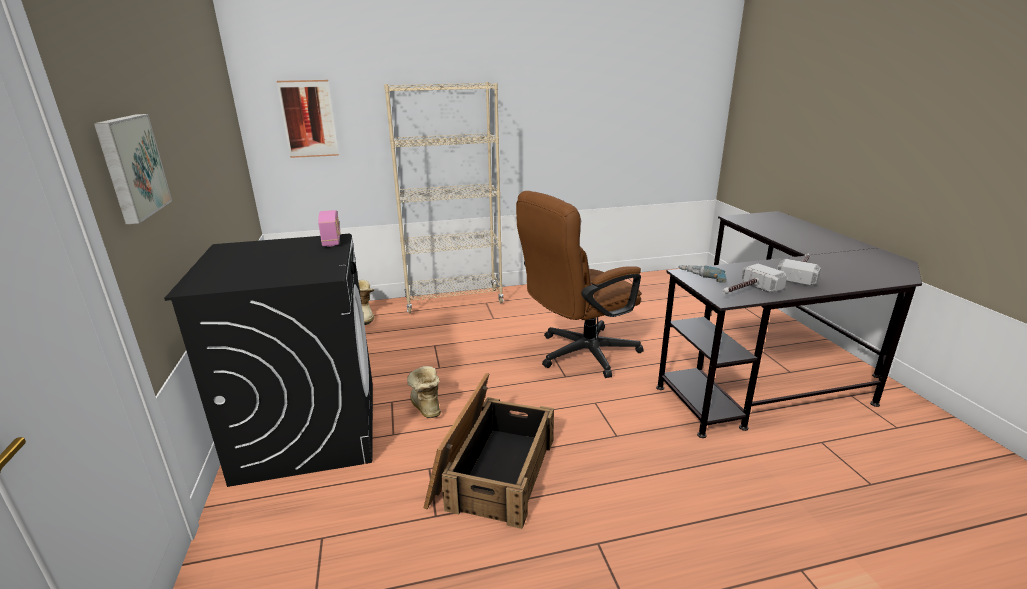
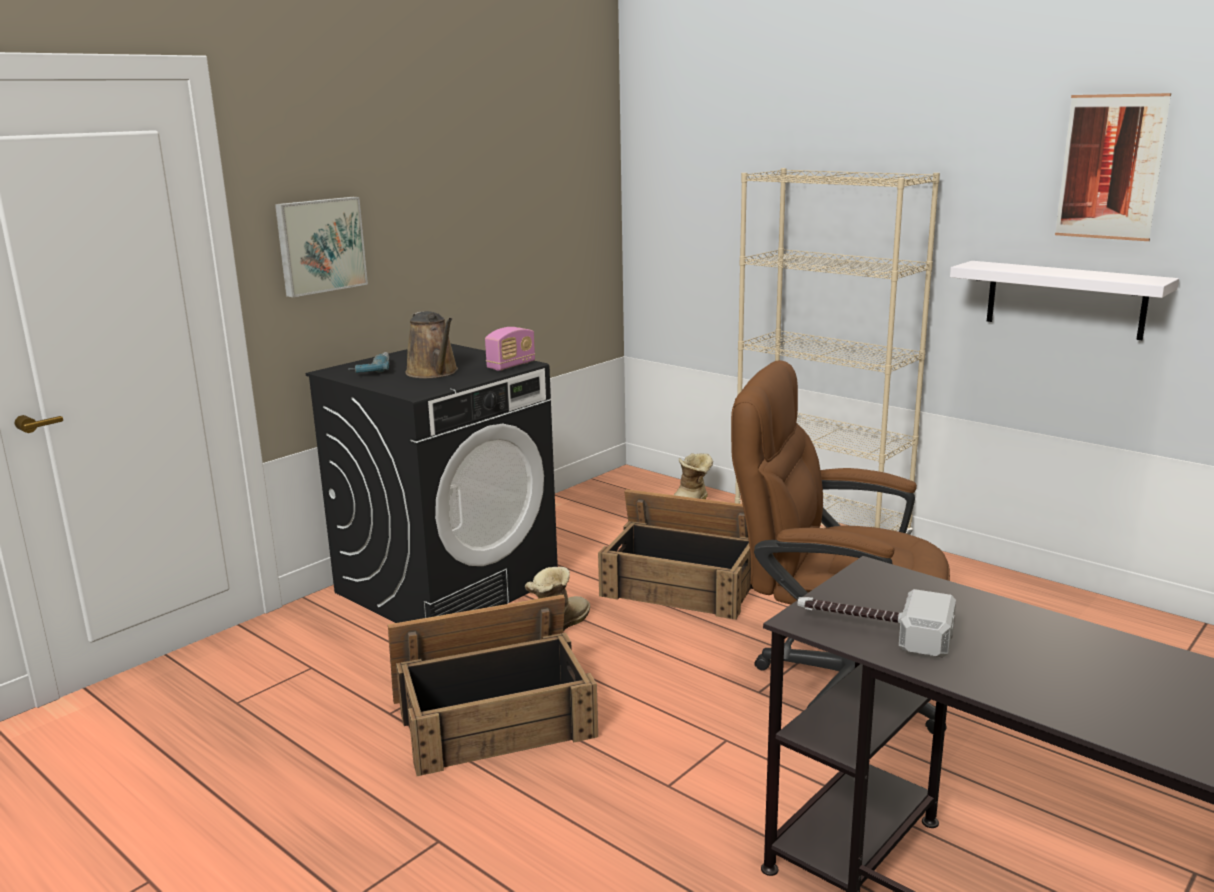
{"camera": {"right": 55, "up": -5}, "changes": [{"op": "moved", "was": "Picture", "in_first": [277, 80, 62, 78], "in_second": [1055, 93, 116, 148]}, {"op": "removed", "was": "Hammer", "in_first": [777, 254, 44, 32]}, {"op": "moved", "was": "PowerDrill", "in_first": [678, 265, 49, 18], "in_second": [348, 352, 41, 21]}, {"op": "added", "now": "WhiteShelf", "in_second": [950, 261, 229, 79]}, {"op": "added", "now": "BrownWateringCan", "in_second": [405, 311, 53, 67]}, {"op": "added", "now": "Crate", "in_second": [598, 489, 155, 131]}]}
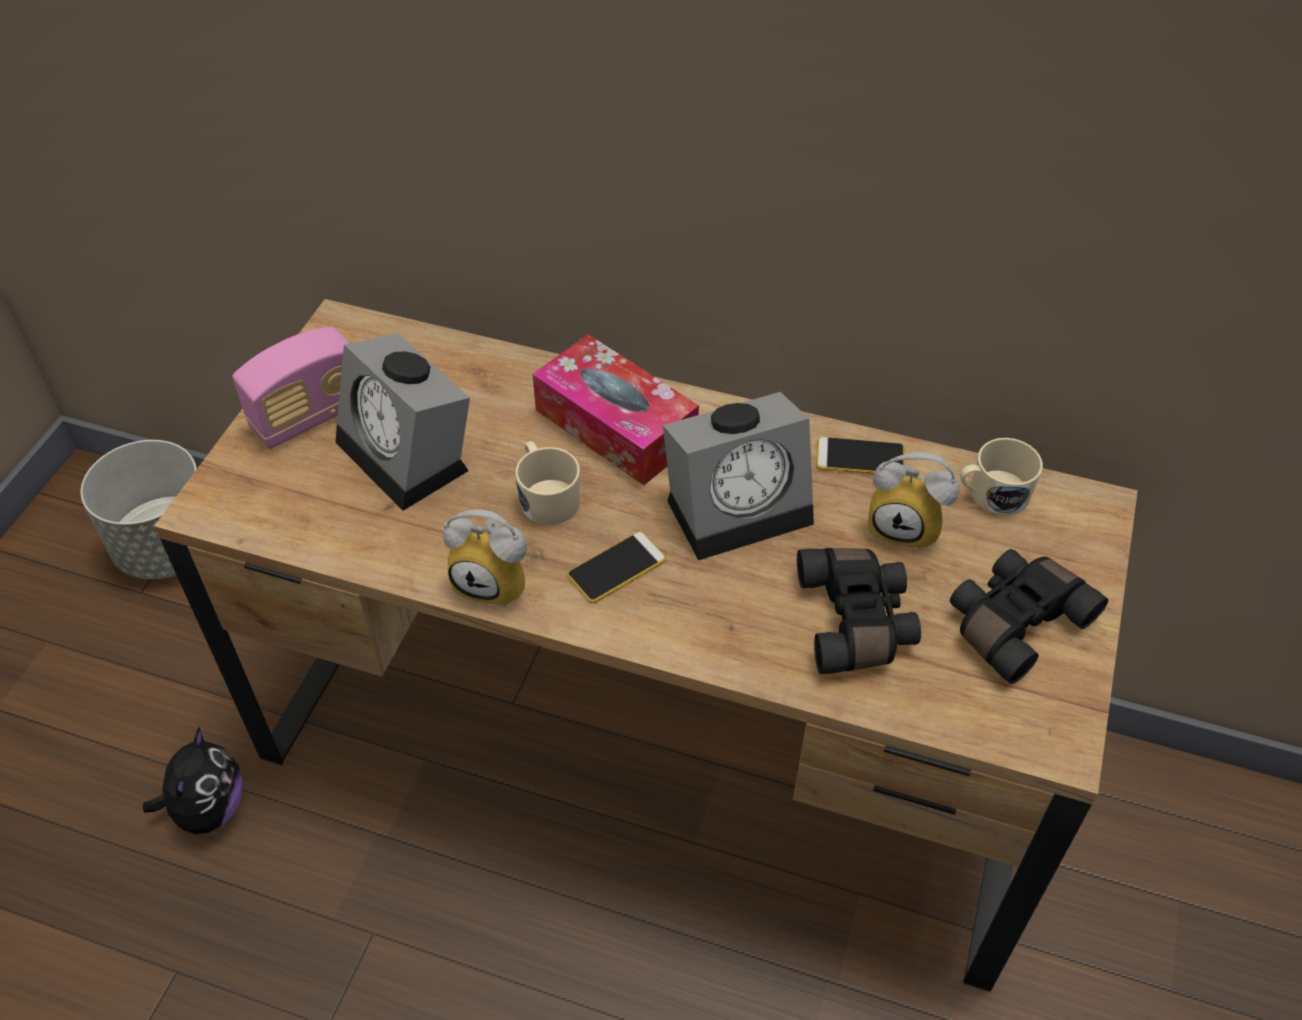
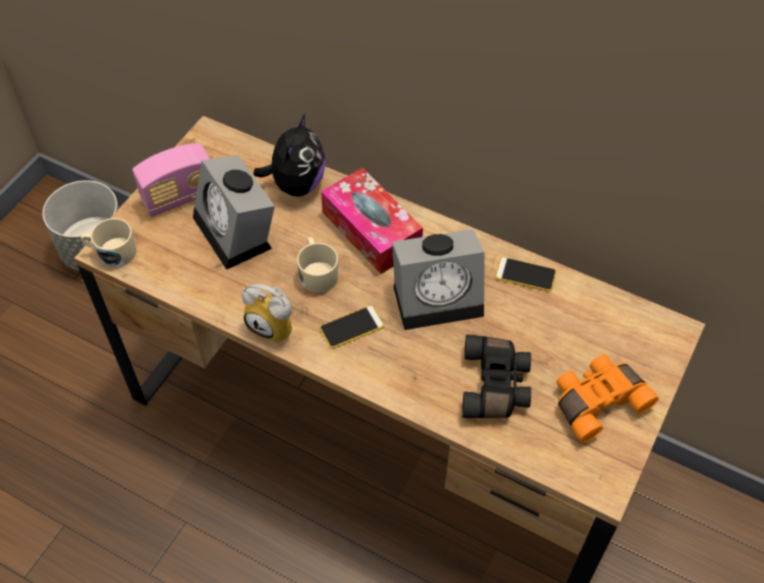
{"camera": {"right": 10, "up": 5}, "changes": [{"op": "moved", "was": "BeigeMug", "in_first": [960, 438, 83, 77], "in_second": [81, 218, 55, 49]}, {"op": "removed", "was": "AlarmClock", "in_first": [868, 452, 92, 99]}, {"op": "recoloured", "was": "BlackBinoculars", "now": "OrangeBinoculars", "in_first": [950, 549, 158, 135], "in_second": [557, 354, 102, 89]}, {"op": "moved", "was": "PlushToy", "in_first": [143, 727, 100, 107], "in_second": [253, 114, 73, 82]}]}
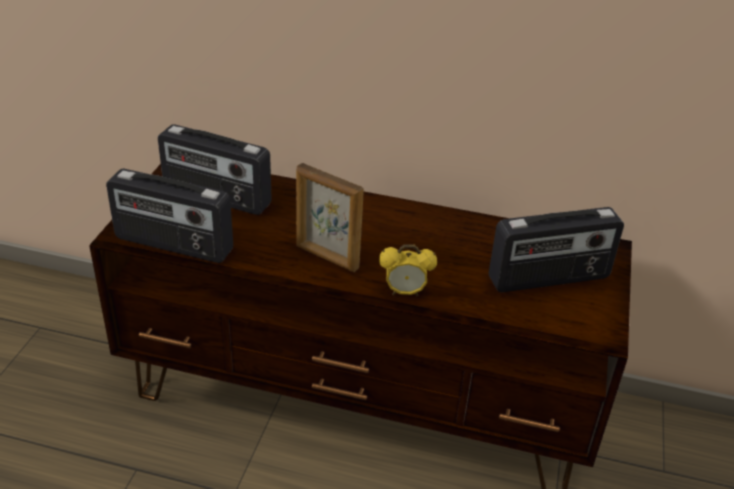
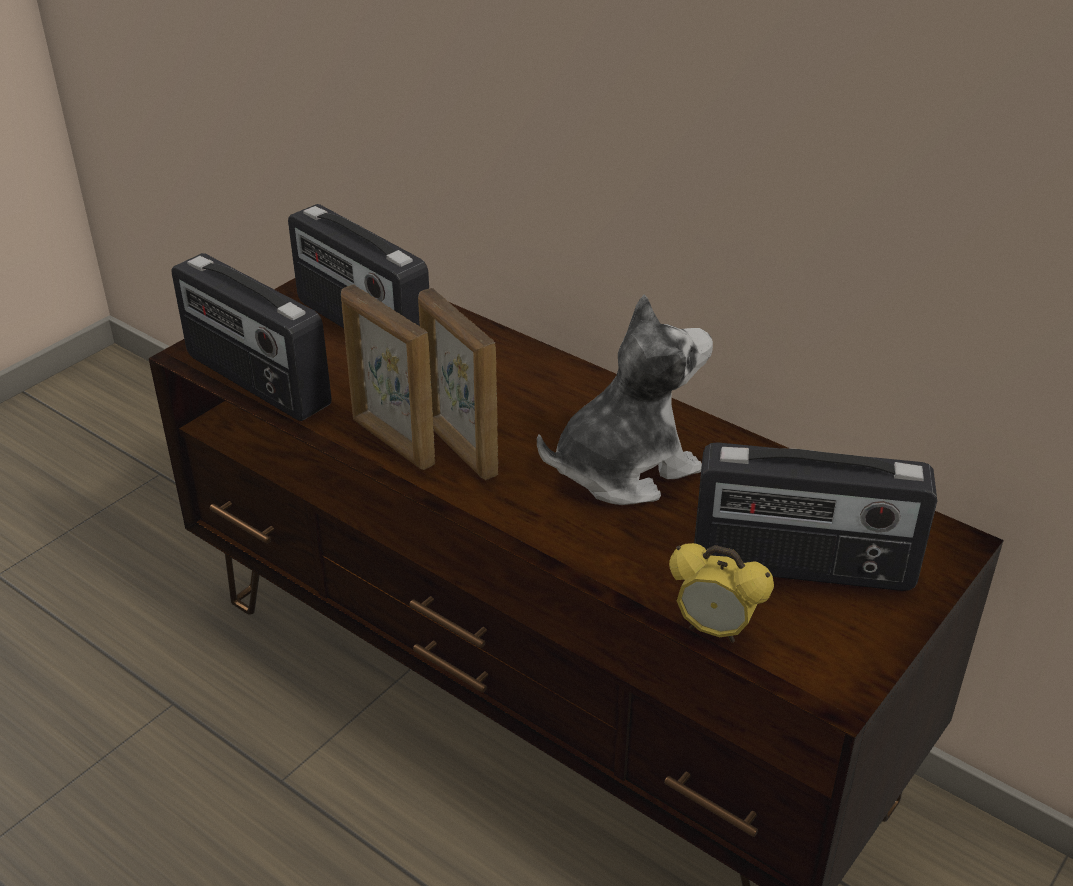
{"camera": {"right": 25, "up": 0}, "changes": [{"op": "moved", "was": "AlarmClock", "in_first": [379, 245, 58, 51], "in_second": [669, 543, 105, 100]}, {"op": "added", "now": "PictureFrame", "in_second": [341, 285, 94, 185]}, {"op": "added", "now": "PlushToy", "in_second": [537, 294, 176, 211]}]}
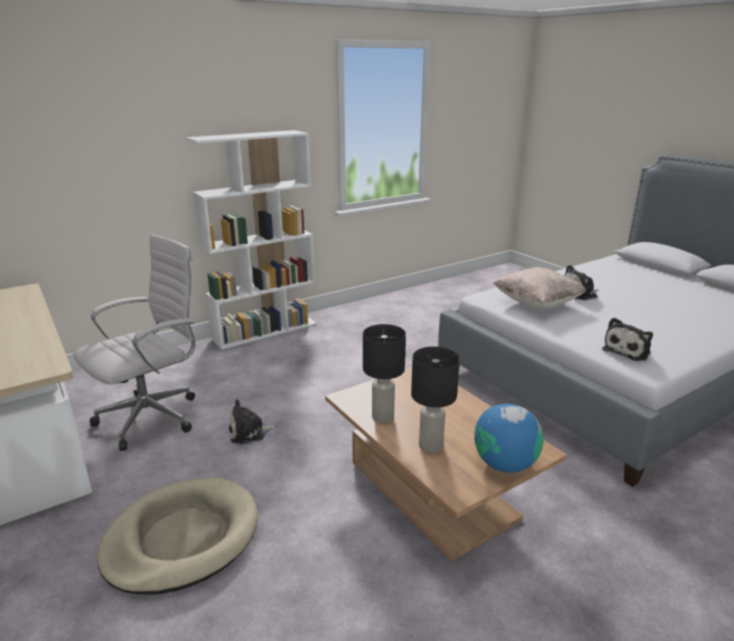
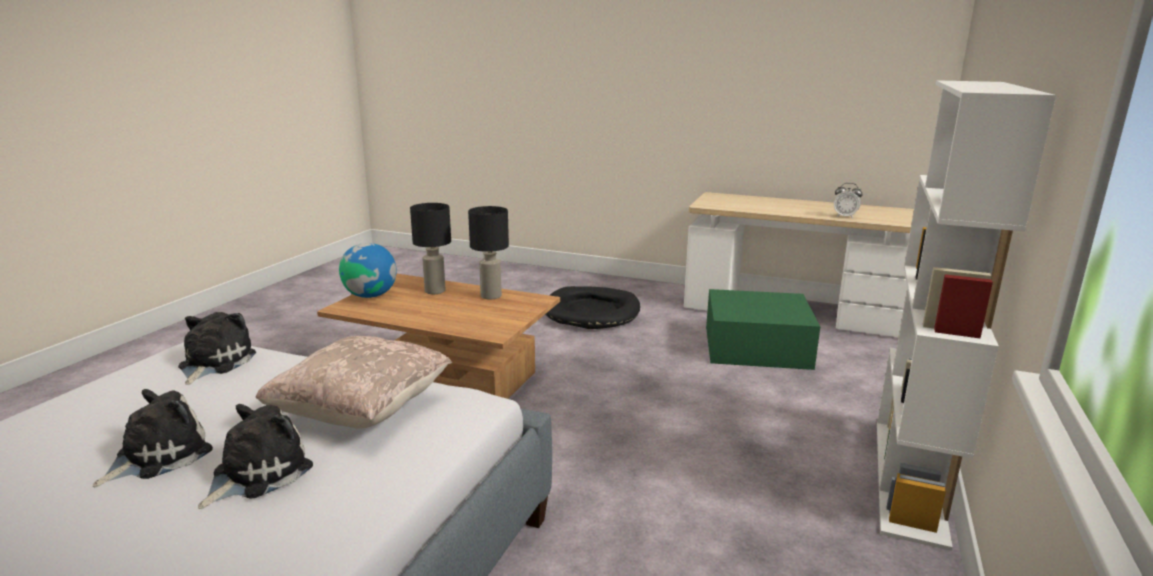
{"camera": {"right": 145, "up": -5}, "changes": [{"op": "replaced", "was": "WhiteOfficeChair", "now": "GreenStorageBox", "in_first": [73, 234, 122, 217], "in_second": [706, 289, 114, 81]}, {"op": "moved", "was": "PlushToy", "in_first": [229, 399, 49, 46], "in_second": [92, 389, 121, 98]}, {"op": "recoloured", "was": "BeigeDogBed", "now": "BlackDogBed", "in_first": [97, 477, 161, 117], "in_second": [546, 286, 94, 43]}, {"op": "added", "now": "AlarmClock", "in_second": [834, 183, 28, 36]}]}
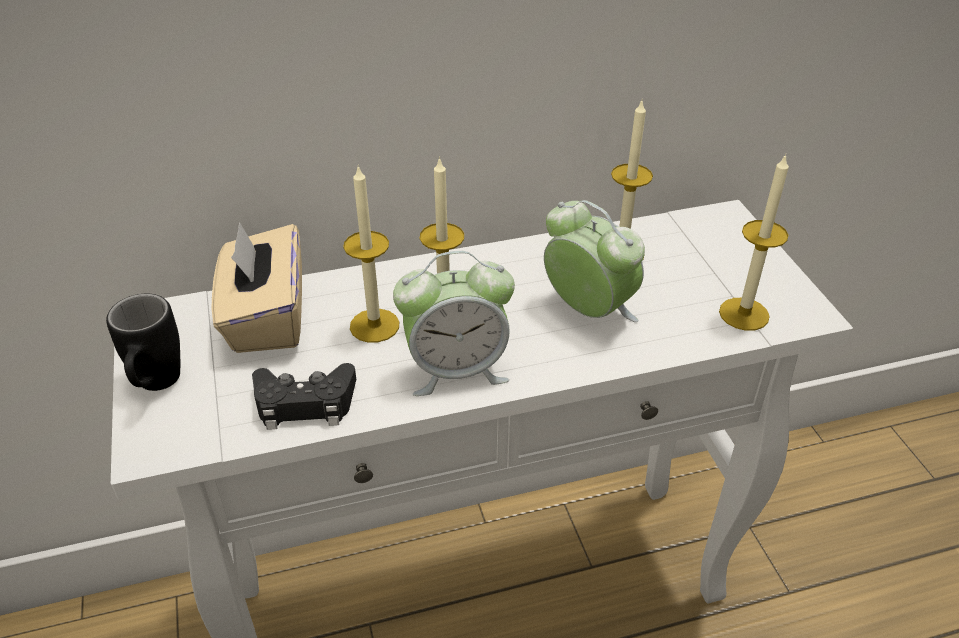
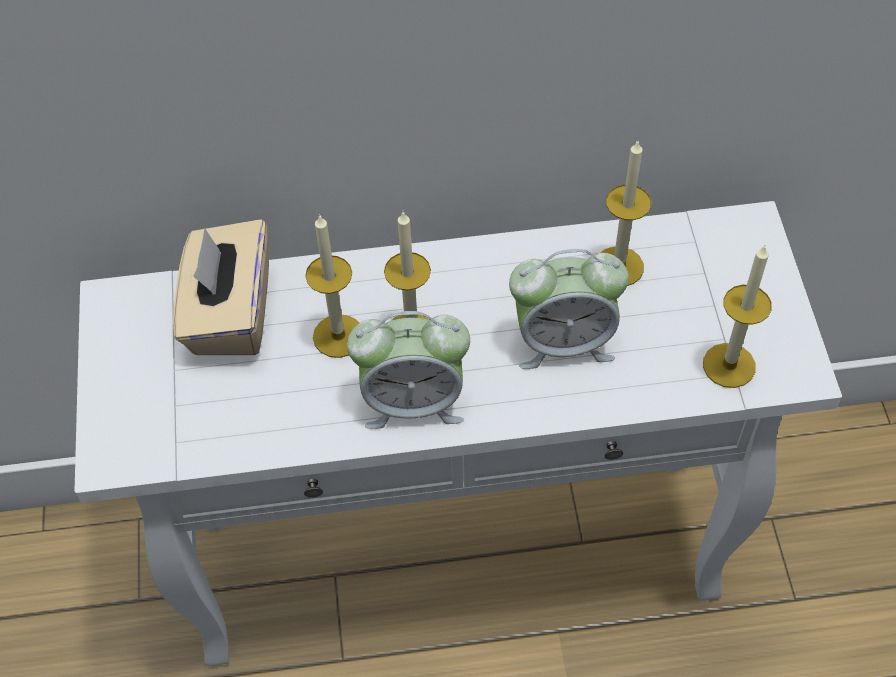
{"camera": {"right": 10, "up": 15}, "changes": [{"op": "turned", "was": "AlarmClock", "in_first": [544, 200, 101, 122], "in_second": [509, 249, 120, 120], "clockwise": 120}, {"op": "removed", "was": "BlackMug", "in_first": [106, 294, 74, 97]}, {"op": "removed", "was": "BlackGameController", "in_first": [252, 363, 104, 67]}]}
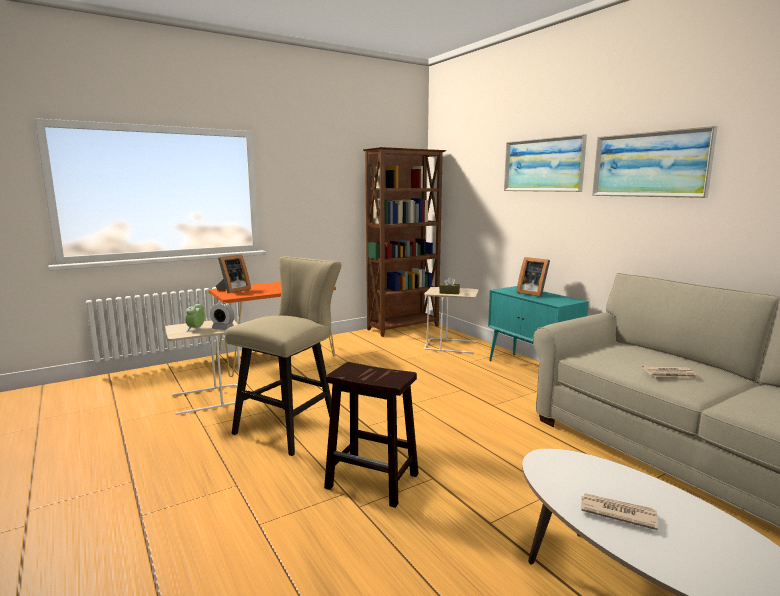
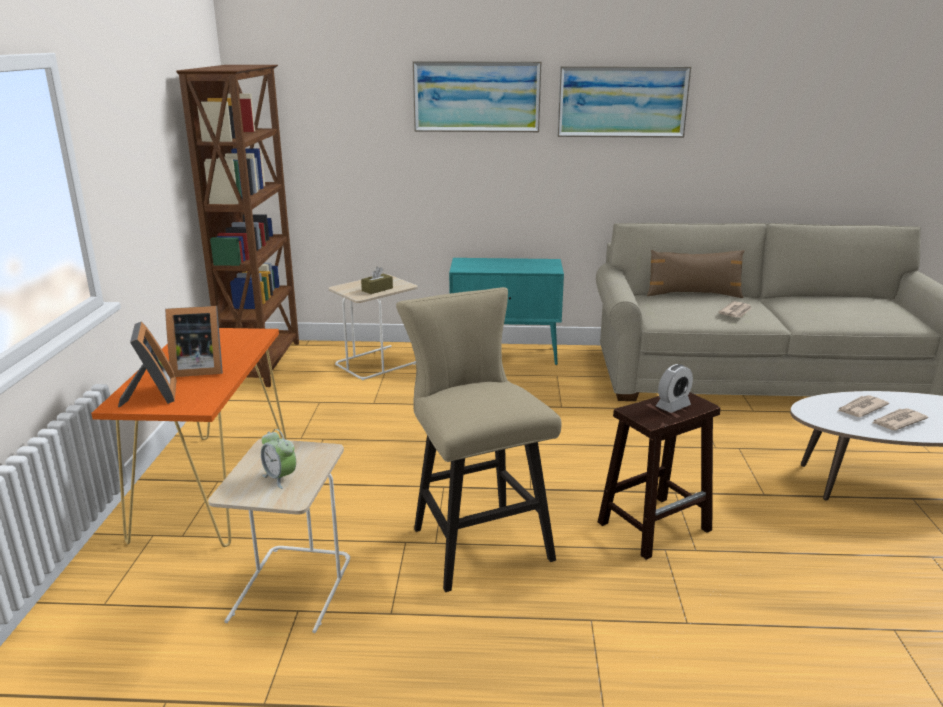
{"camera": {"right": -55, "up": 10}, "changes": [{"op": "moved", "was": "PictureFrame", "in_first": [516, 257, 34, 40], "in_second": [165, 306, 58, 71]}, {"op": "moved", "was": "AlarmClock", "in_first": [210, 302, 24, 28], "in_second": [656, 364, 37, 49]}, {"op": "added", "now": "BrownPillow", "in_second": [647, 250, 98, 48]}, {"op": "added", "now": "Newspaper", "in_second": [838, 395, 51, 22]}]}
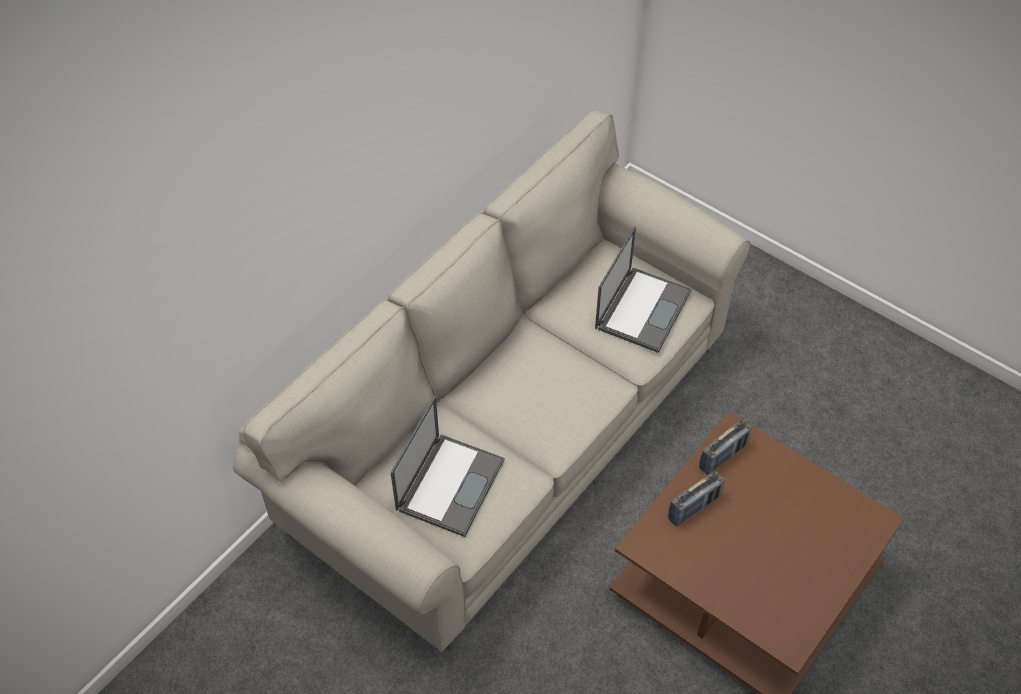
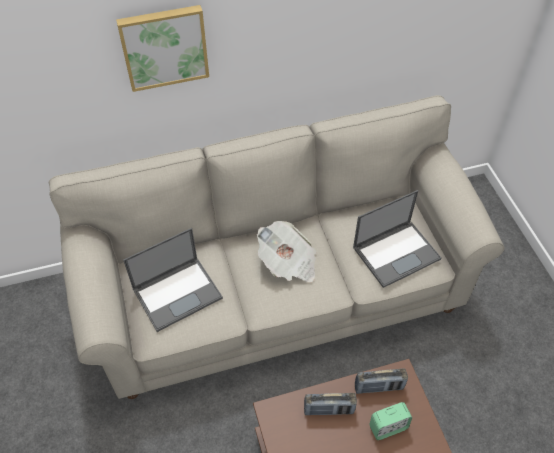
{"camera": {"right": 35, "up": 0}, "changes": [{"op": "added", "now": "Picture", "in_second": [116, 5, 93, 87]}, {"op": "added", "now": "Newspaper", "in_second": [257, 221, 60, 61]}, {"op": "added", "now": "AlarmClock", "in_second": [369, 402, 43, 38]}]}
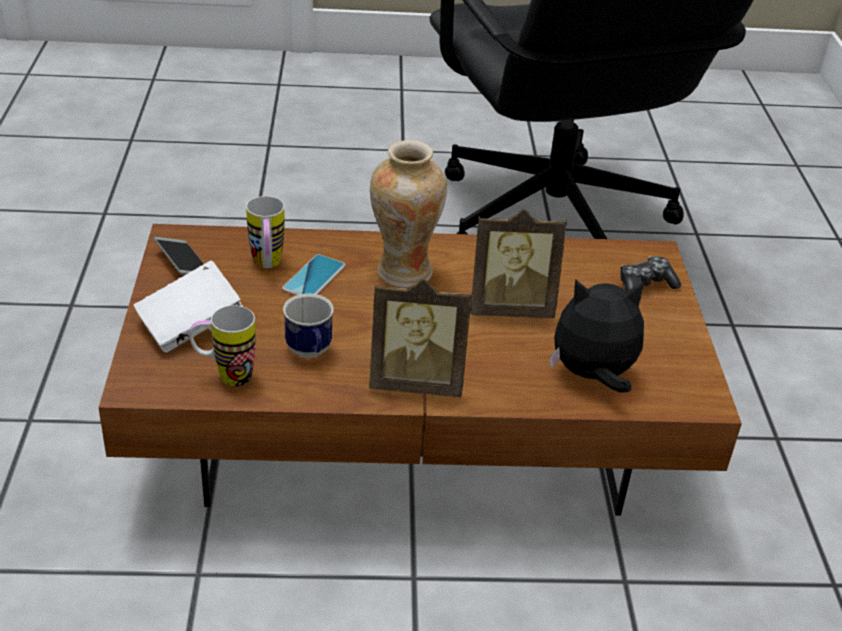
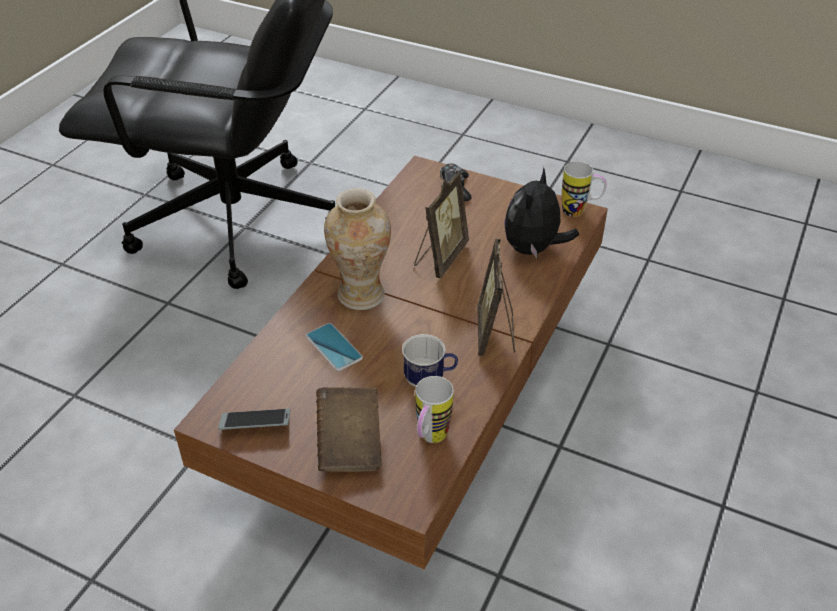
{"camera": {"right": -60, "up": 5}, "changes": [{"op": "moved", "was": "Mug", "in_first": [246, 196, 38, 72], "in_second": [562, 161, 45, 56]}, {"op": "recoloured", "was": "WhiteBook", "now": "BrownBook", "in_first": [134, 261, 109, 92], "in_second": [316, 387, 66, 85]}, {"op": "turned", "was": "PictureFrame", "in_first": [369, 279, 103, 118], "in_second": [478, 239, 37, 117], "clockwise": 150}]}
